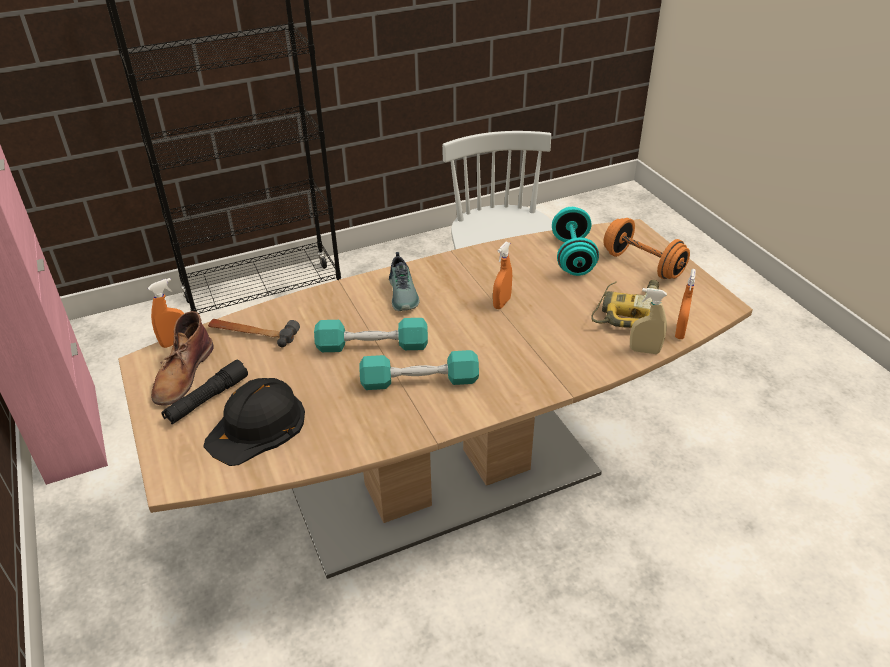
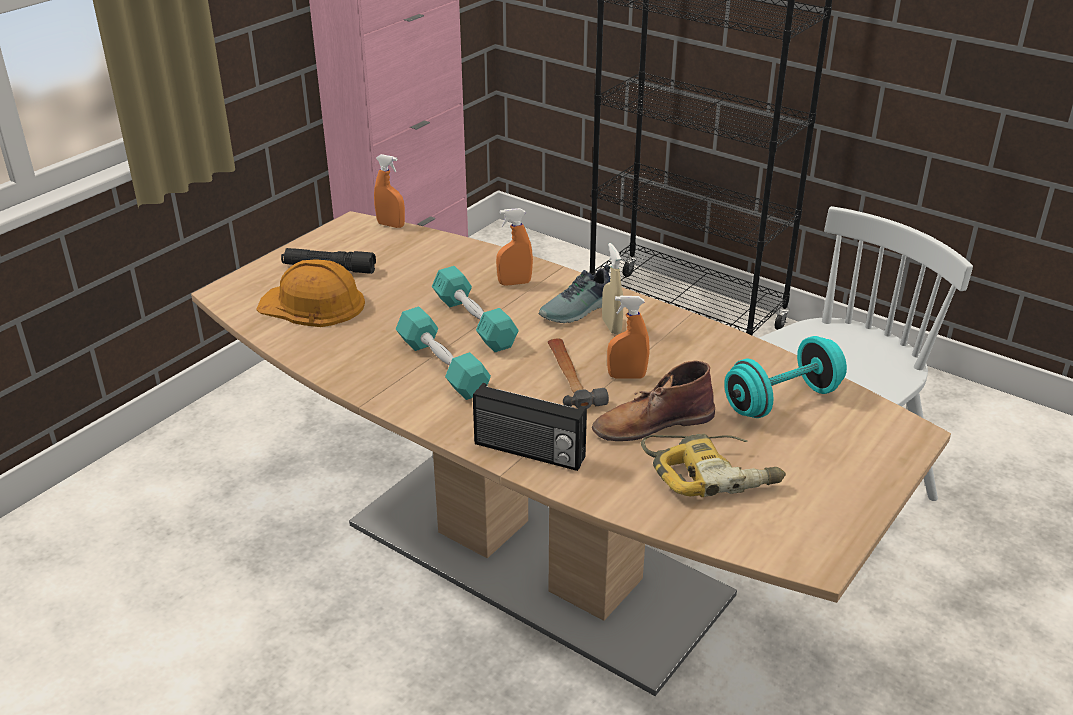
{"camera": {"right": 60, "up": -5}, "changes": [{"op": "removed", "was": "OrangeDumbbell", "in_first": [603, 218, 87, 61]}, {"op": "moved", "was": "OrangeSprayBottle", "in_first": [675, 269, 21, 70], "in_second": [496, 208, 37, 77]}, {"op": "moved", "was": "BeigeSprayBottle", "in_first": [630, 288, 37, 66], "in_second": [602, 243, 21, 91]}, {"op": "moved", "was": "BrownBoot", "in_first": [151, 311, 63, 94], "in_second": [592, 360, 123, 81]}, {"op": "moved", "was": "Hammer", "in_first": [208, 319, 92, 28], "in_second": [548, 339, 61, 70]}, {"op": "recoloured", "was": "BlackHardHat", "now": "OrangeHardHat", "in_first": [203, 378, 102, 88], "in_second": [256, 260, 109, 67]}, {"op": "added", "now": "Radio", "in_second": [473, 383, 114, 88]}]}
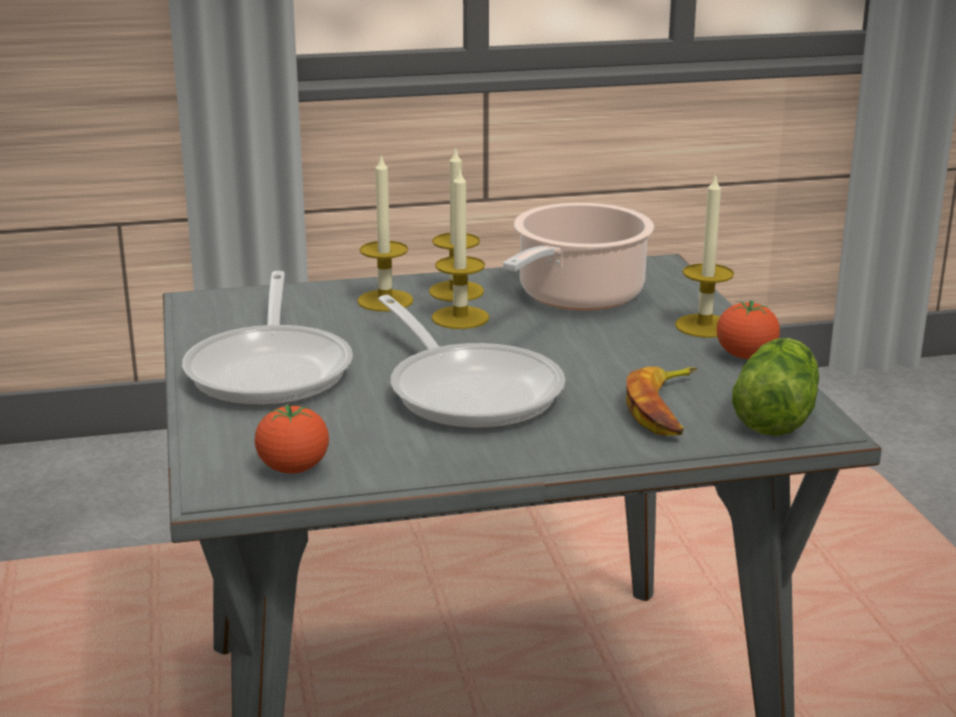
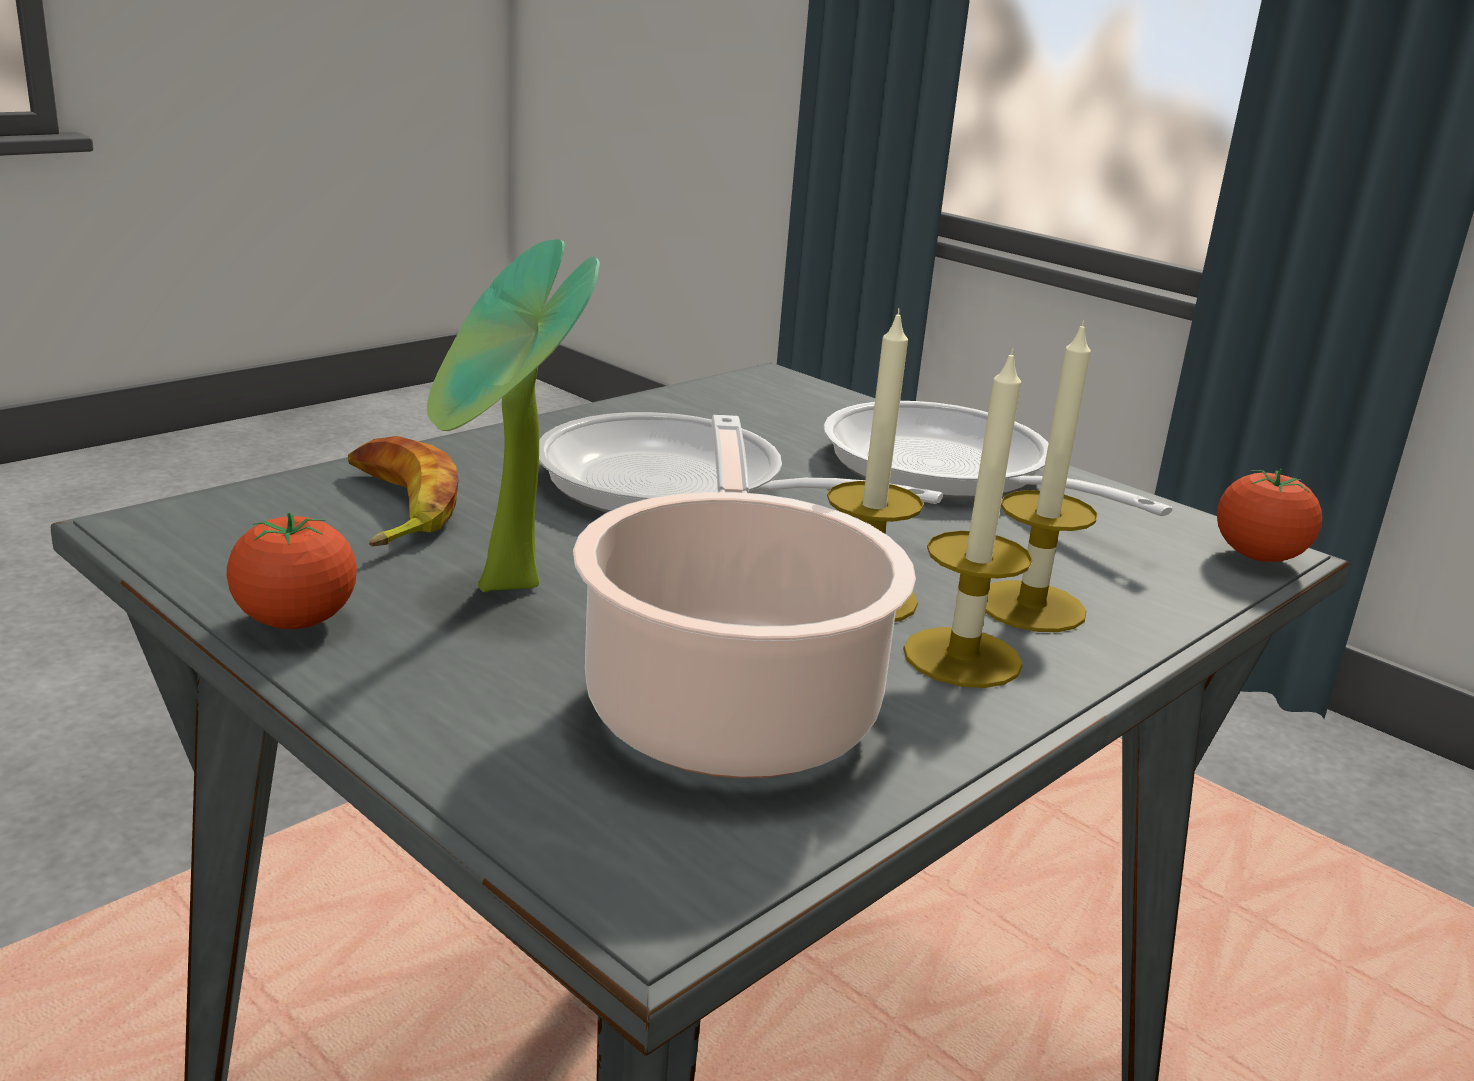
{"camera": {"right": 145, "up": 0}, "changes": [{"op": "removed", "was": "Candle", "in_first": [675, 173, 59, 165]}, {"op": "removed", "was": "Lettuce", "in_first": [732, 338, 87, 98]}, {"op": "moved", "was": "Tomato", "in_first": [255, 404, 74, 70], "in_second": [1217, 469, 105, 93]}, {"op": "added", "now": "PottedPlant", "in_second": [427, 239, 173, 353]}]}
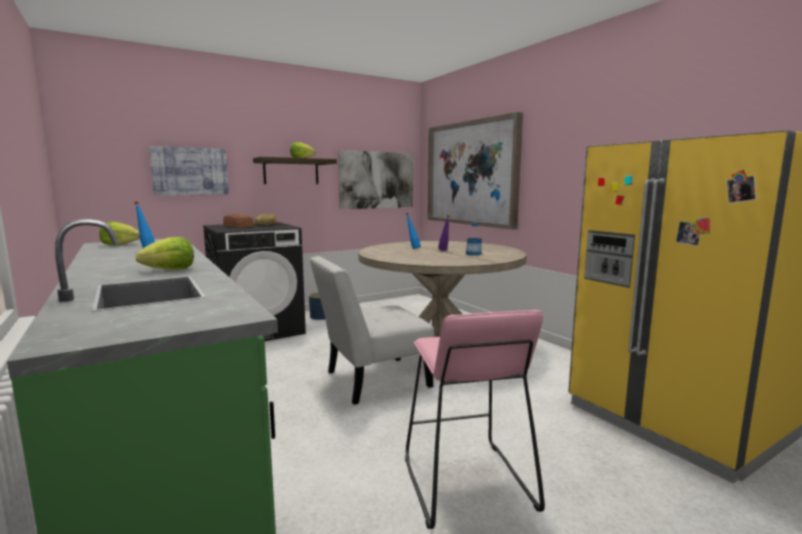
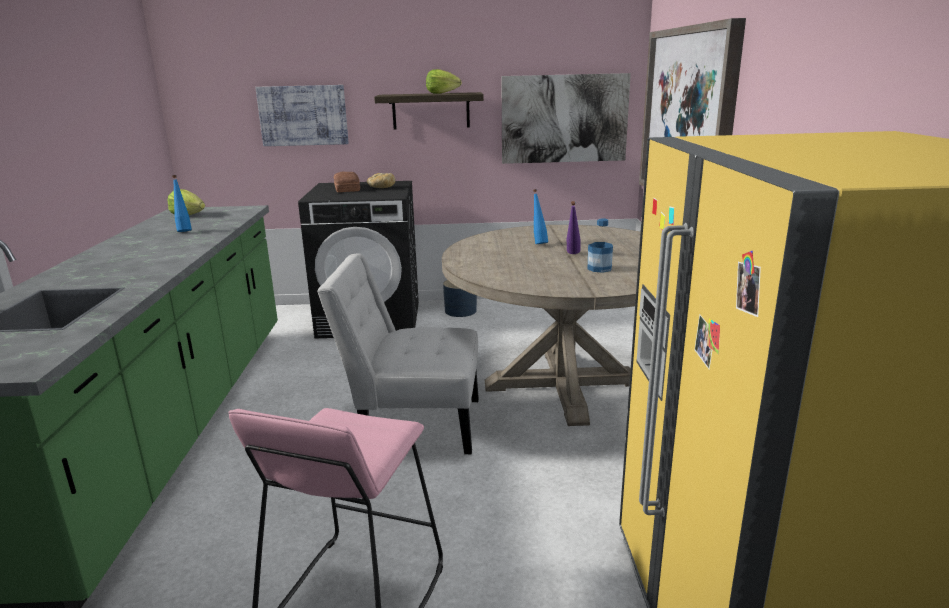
{"camera": {"right": 30, "up": 10}, "changes": [{"op": "removed", "was": "Lettuce", "in_first": [135, 237, 59, 33]}]}
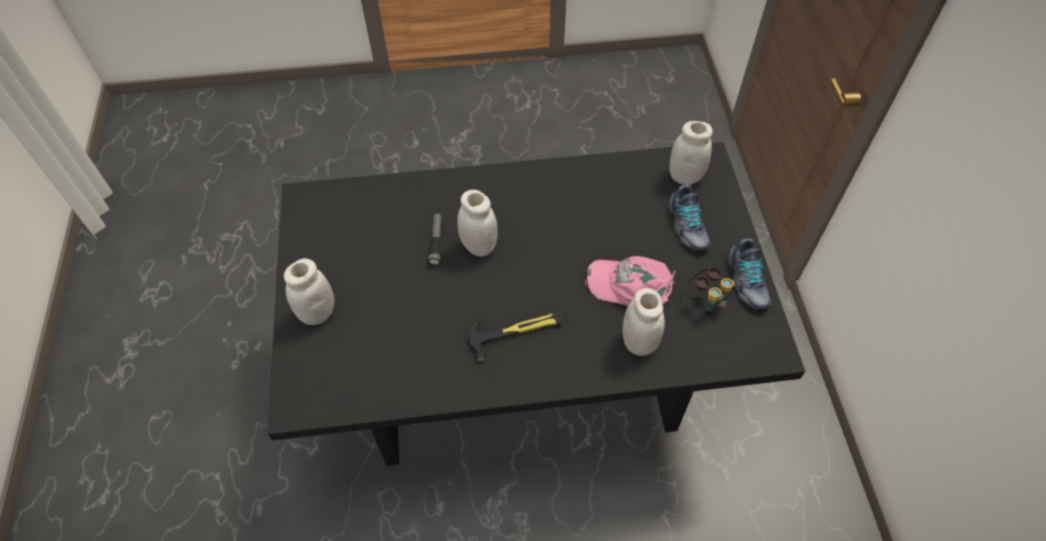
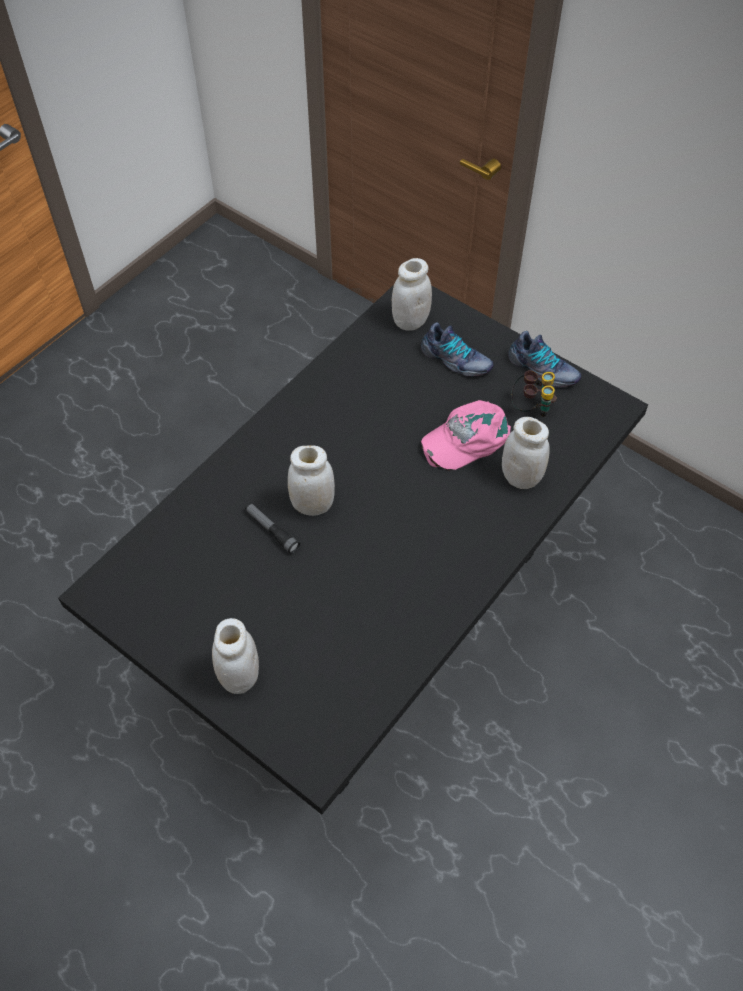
{"camera": {"right": -45, "up": 0}, "changes": [{"op": "removed", "was": "Hammer", "in_first": [469, 311, 94, 50]}]}
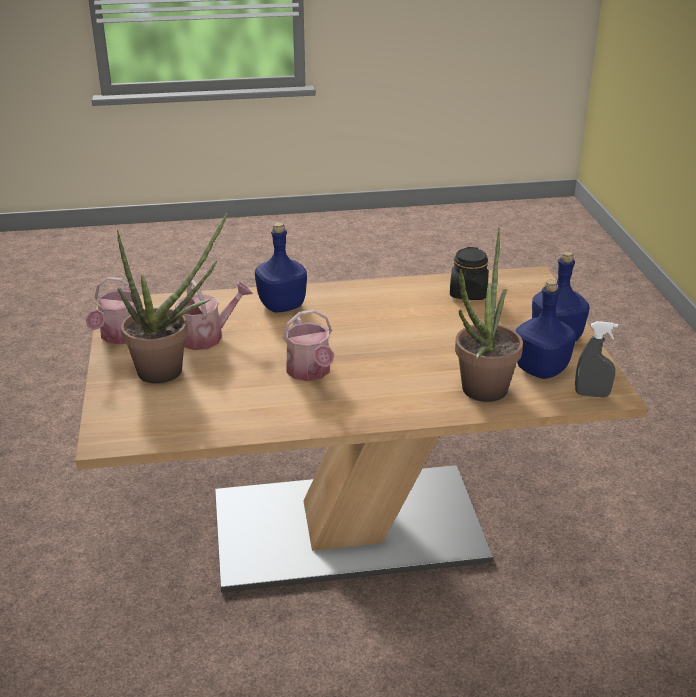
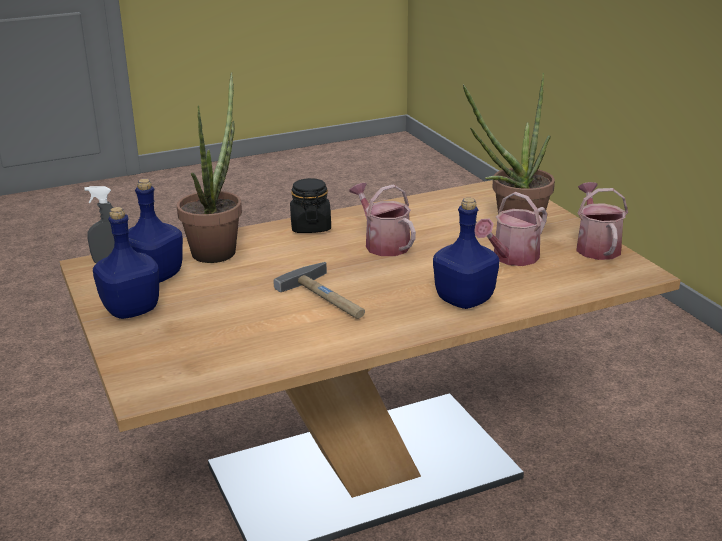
{"camera": {"right": 165, "up": -5}, "changes": [{"op": "moved", "was": "BlackJar", "in_first": [450, 247, 39, 53], "in_second": [290, 178, 41, 55]}, {"op": "added", "now": "Hammer", "in_second": [273, 262, 92, 57]}]}
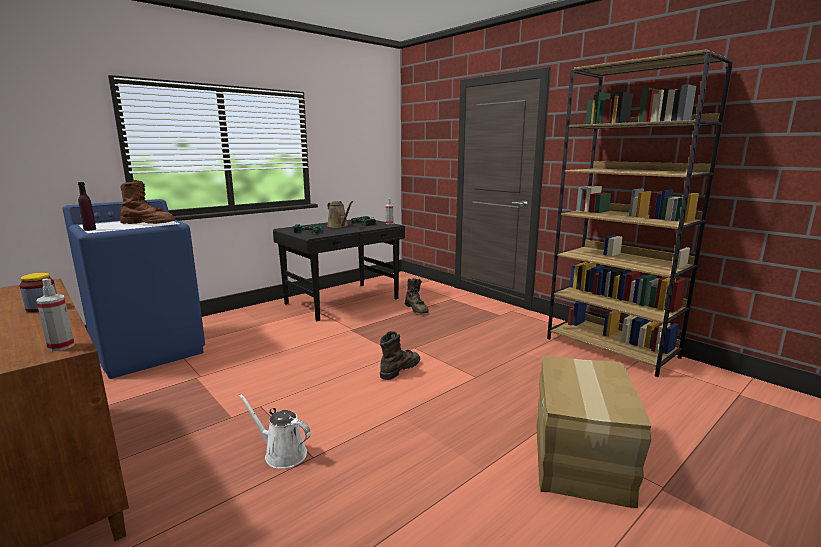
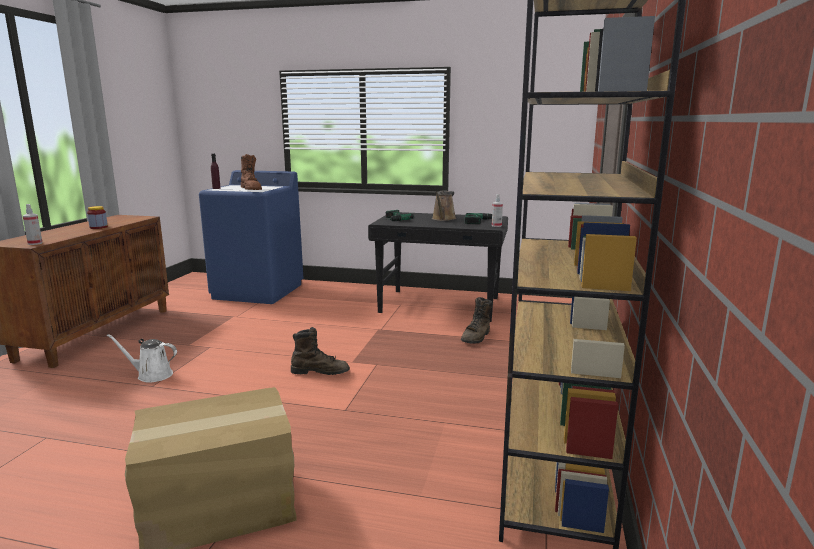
{"camera": {"right": 55, "up": 0}, "changes": [{"op": "turned", "was": "WhiteWateringCan", "in_first": [238, 394, 73, 75], "in_second": [106, 334, 71, 49], "clockwise": -75}]}
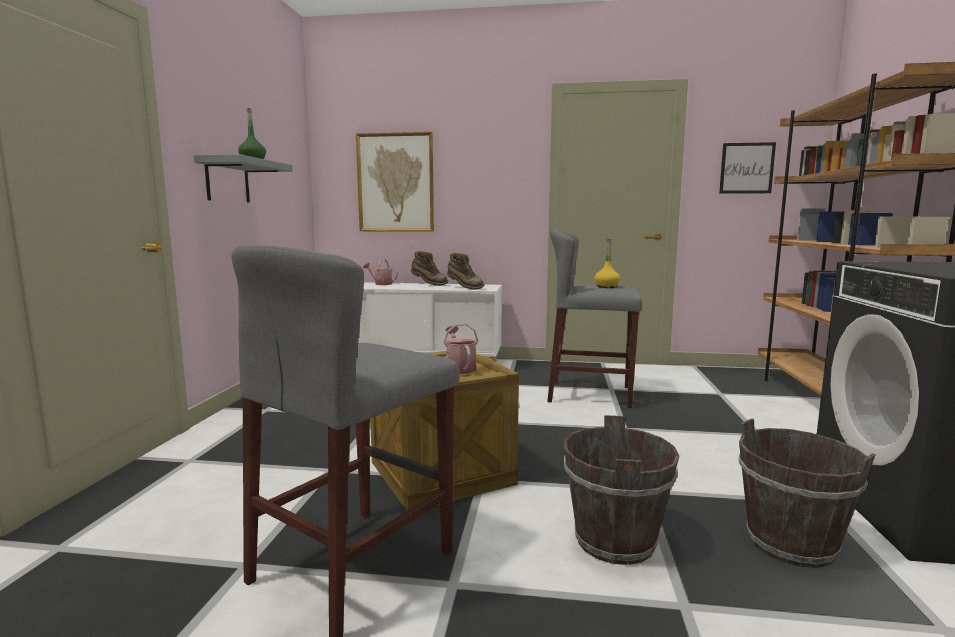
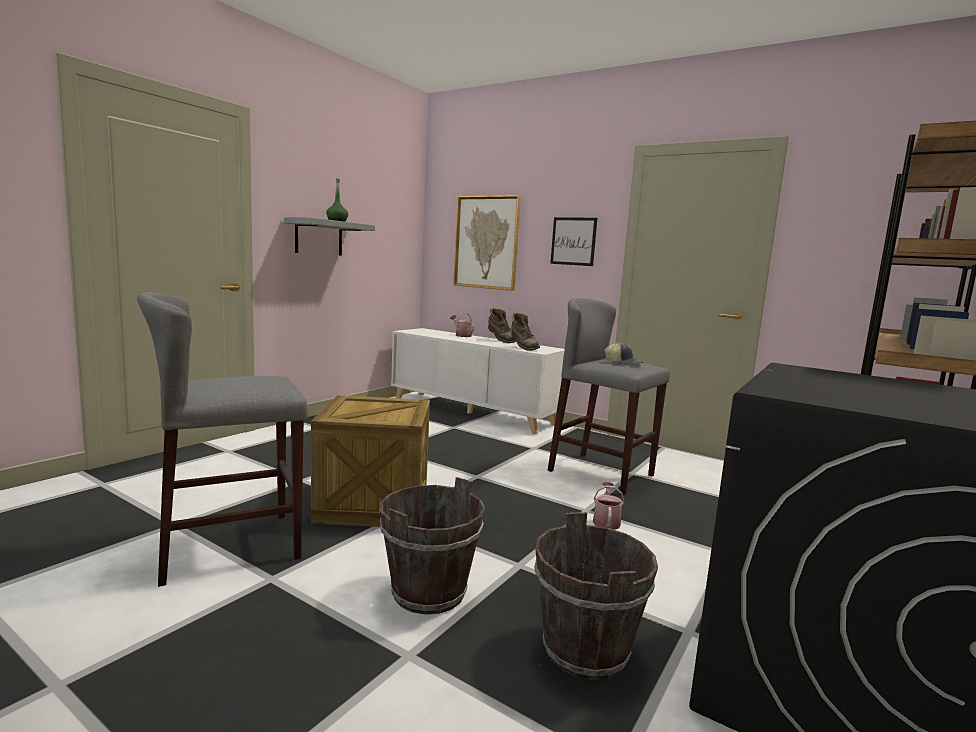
{"camera": {"right": 25, "up": 0}, "changes": [{"op": "moved", "was": "Picture", "in_first": [719, 142, 57, 52], "in_second": [550, 217, 47, 49]}, {"op": "replaced", "was": "YellowBottle", "now": "Cap", "in_first": [595, 239, 25, 49], "in_second": [605, 343, 38, 23]}, {"op": "moved", "was": "WateringCan", "in_first": [443, 324, 35, 50], "in_second": [593, 482, 32, 48]}]}
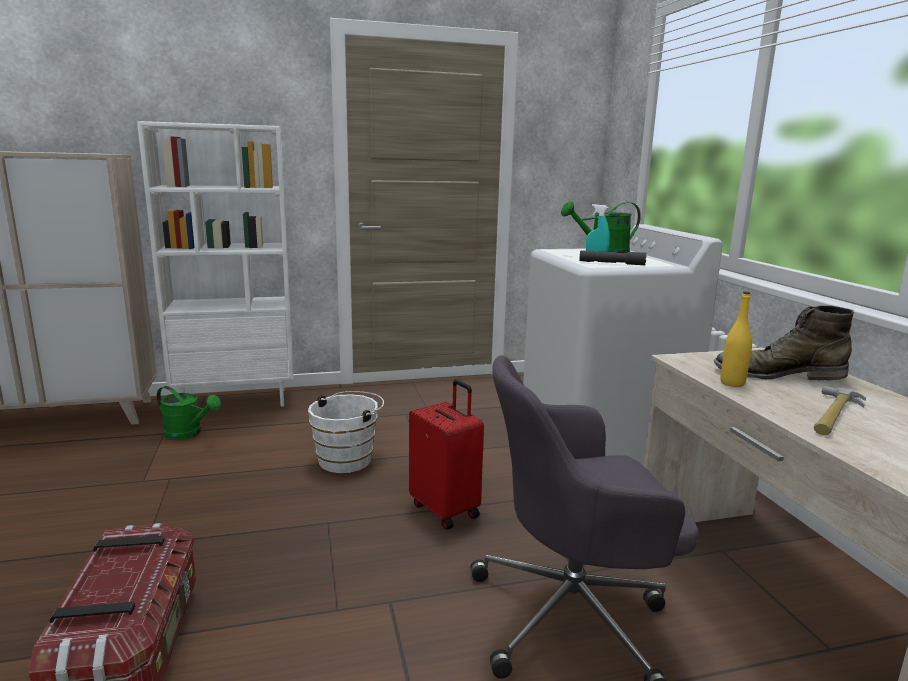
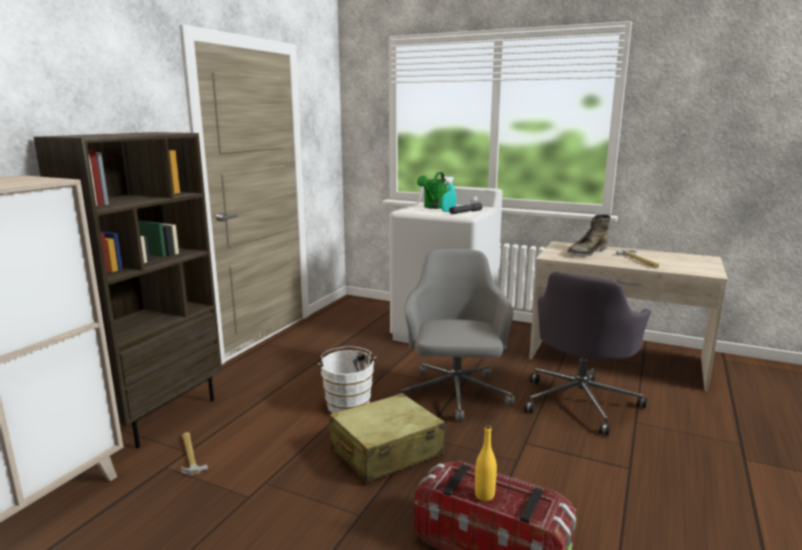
{"camera": {"right": -50, "up": 0}, "changes": [{"op": "recoloured", "was": "WhiteBookcase", "now": "BrownBookcase", "in_first": [137, 121, 156, 285], "in_second": [34, 132, 188, 316]}, {"op": "moved", "was": "YellowBottle", "in_first": [720, 291, 32, 96], "in_second": [475, 425, 22, 76]}, {"op": "replaced", "was": "RedSuitcase", "now": "GreyOfficeChair", "in_first": [409, 380, 75, 150], "in_second": [401, 249, 114, 172]}, {"op": "replaced", "was": "GreenWateringCan", "now": "Hammer", "in_first": [157, 386, 64, 54], "in_second": [181, 432, 27, 43]}, {"op": "added", "now": "BeigeSuitcase", "in_second": [329, 393, 116, 90]}]}
